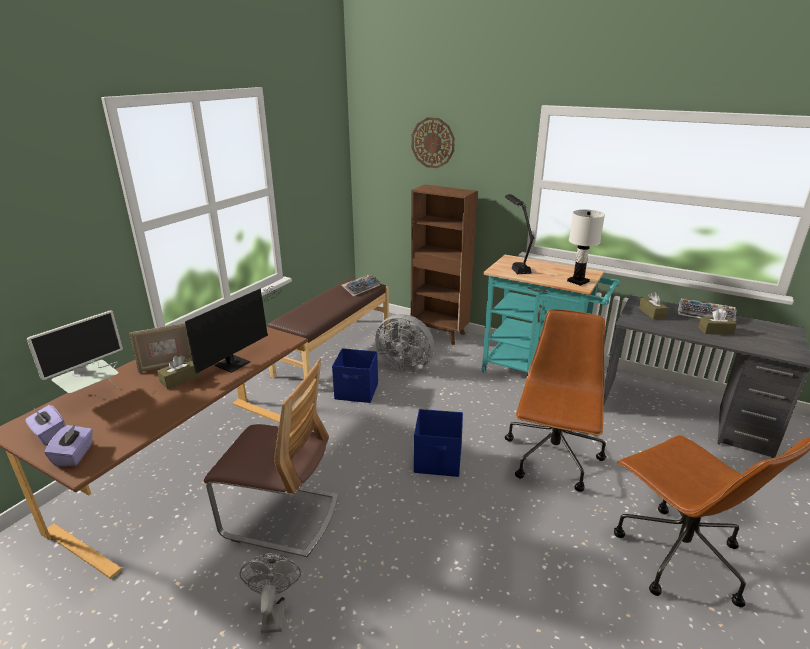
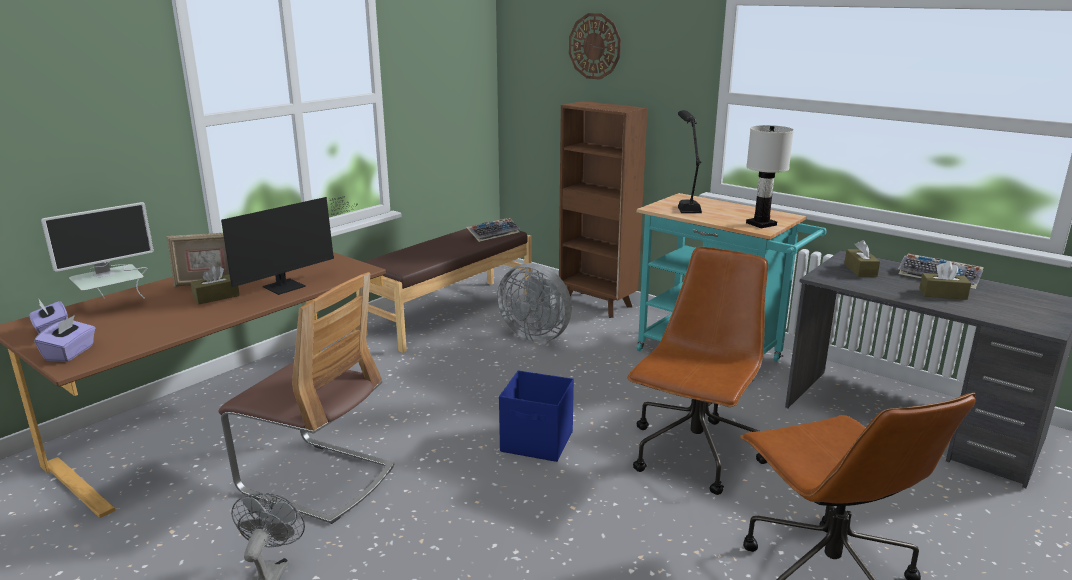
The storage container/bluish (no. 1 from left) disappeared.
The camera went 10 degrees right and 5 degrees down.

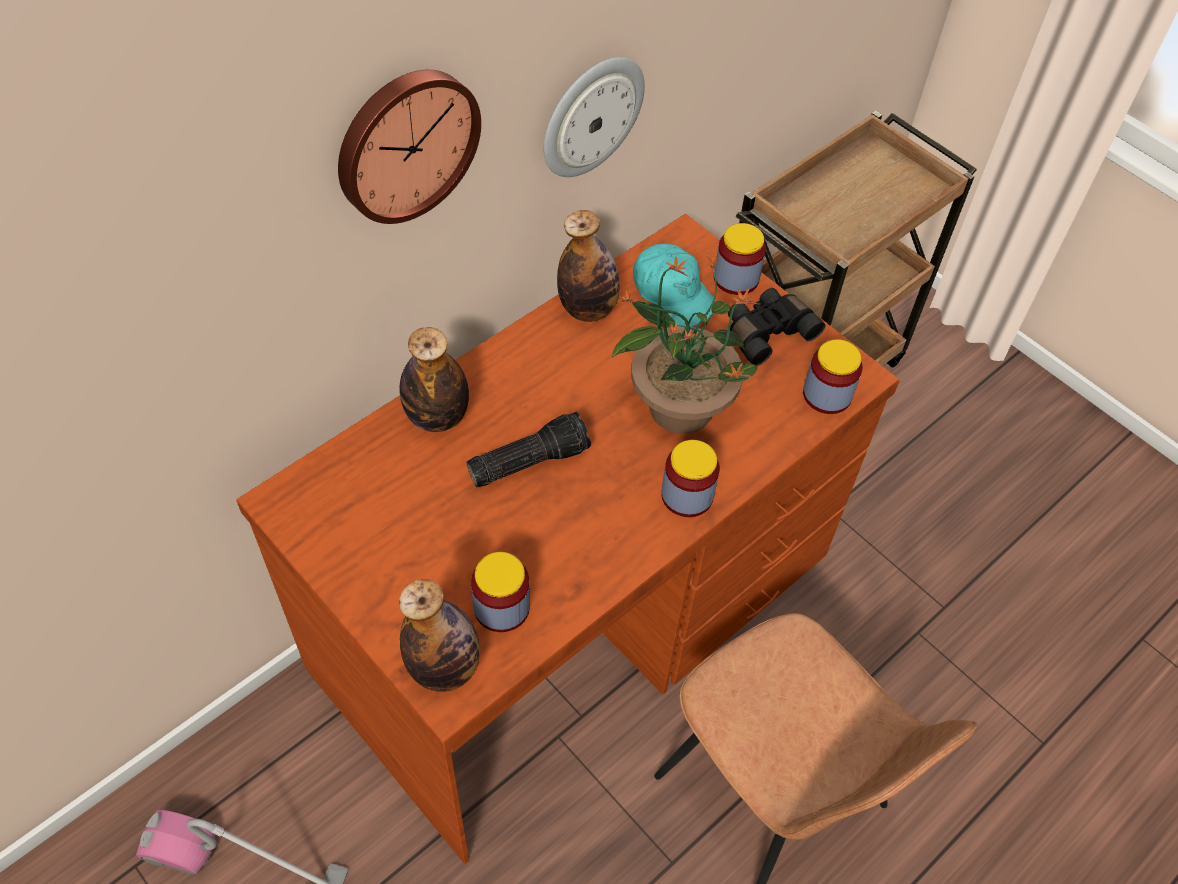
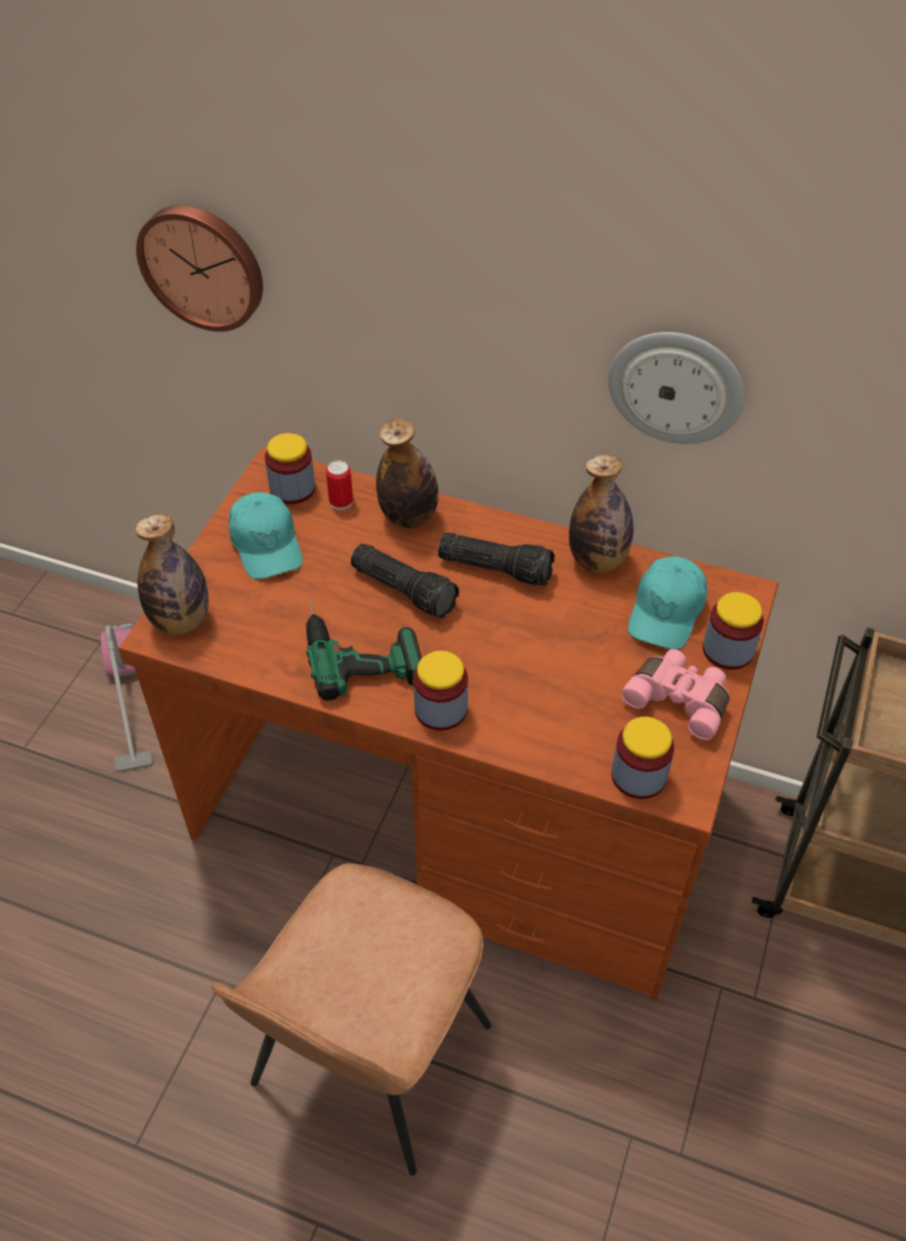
The houseplant disappeared.
The cap/turquoise (no. 1 from left) appeared.
The power drill appeared.
The can appeared.
The torch (no. 2 from left) appeared.
The wall clock (no. 1 from left) moved.
The preserve jar (no. 1 from left) moved.
The field glasses/black became the field glasses/pink-coloured.
The camera went 65 degrees right and 5 degrees down.

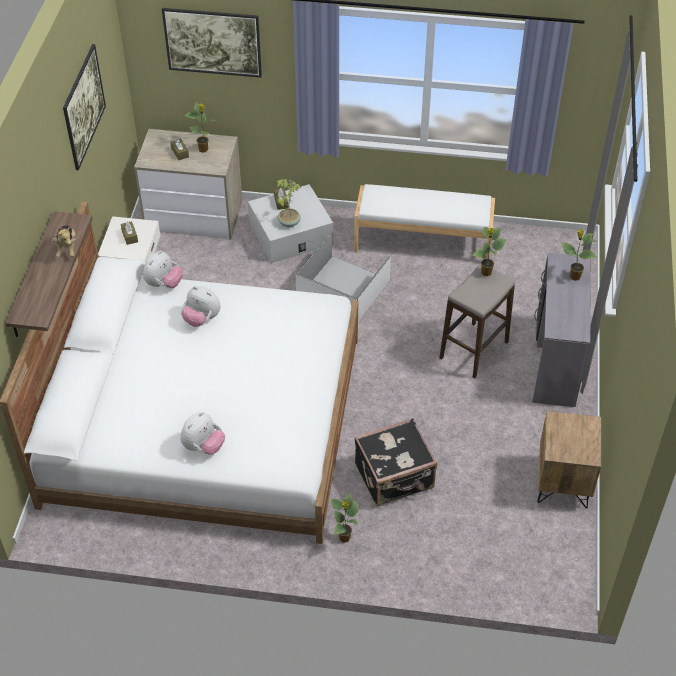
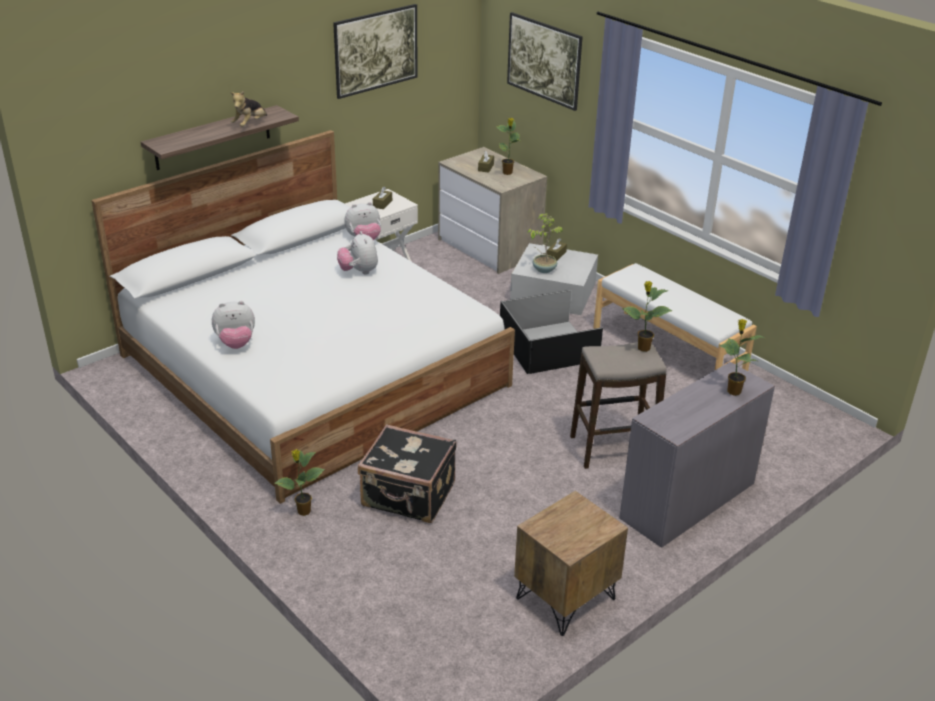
The storage container/white (no. 2 from left) became the storage container/black.
The camera went 40 degrees right and 15 degrees down.

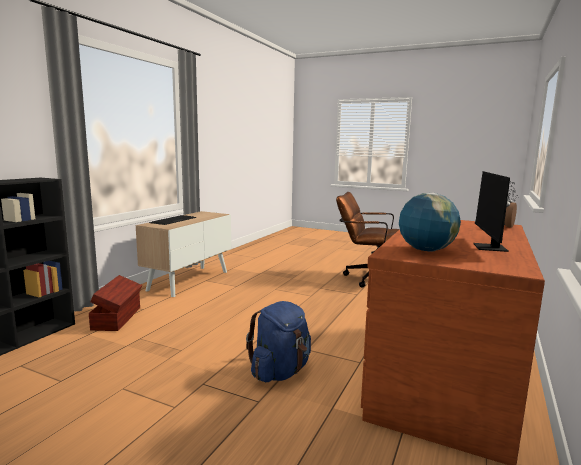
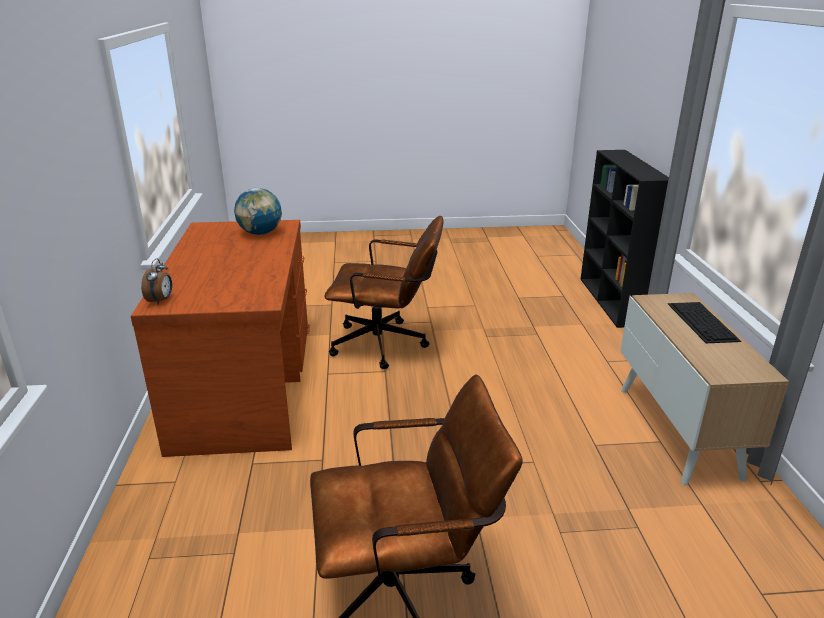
The storage container/brown disappeared.
The computer screen disappeared.
The backpack/bluish was replaced by the computer chair/brown (no. 1 from left).
The camera went 150 degrees right and 15 degrees up.

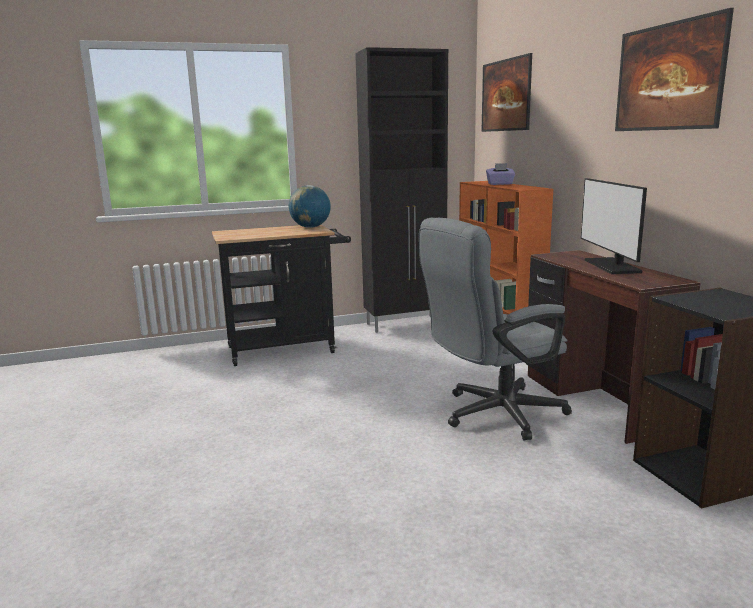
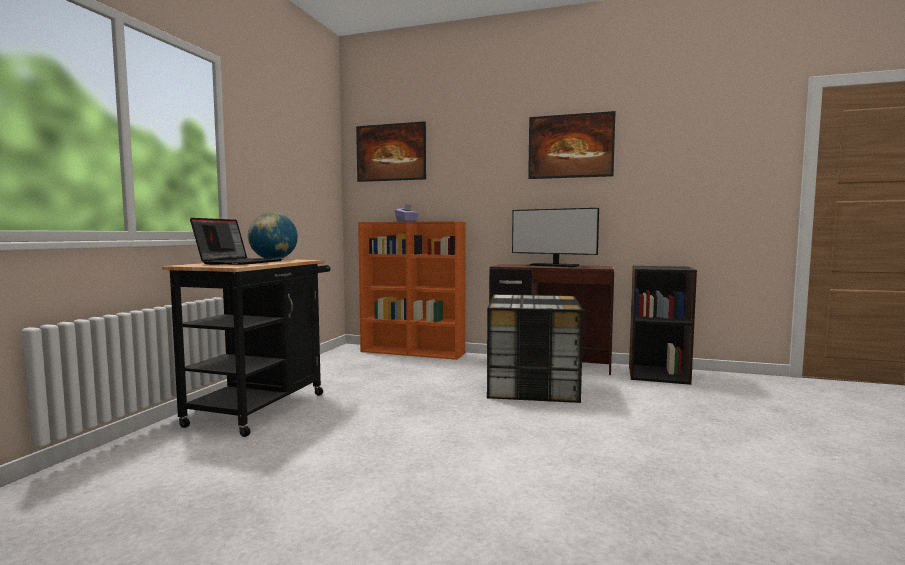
The cabinet/black disappeared.
The notebook computer appeared.
The computer chair/gray was replaced by the storage container.
The camera went 55 degrees left and 10 degrees down.

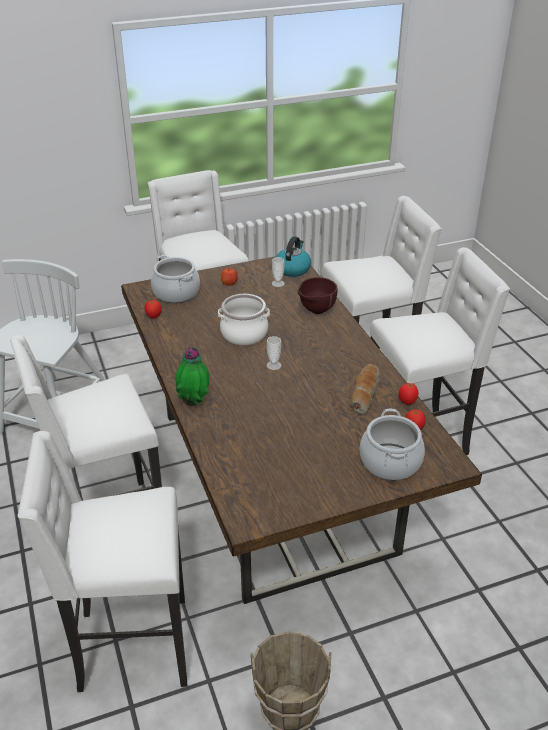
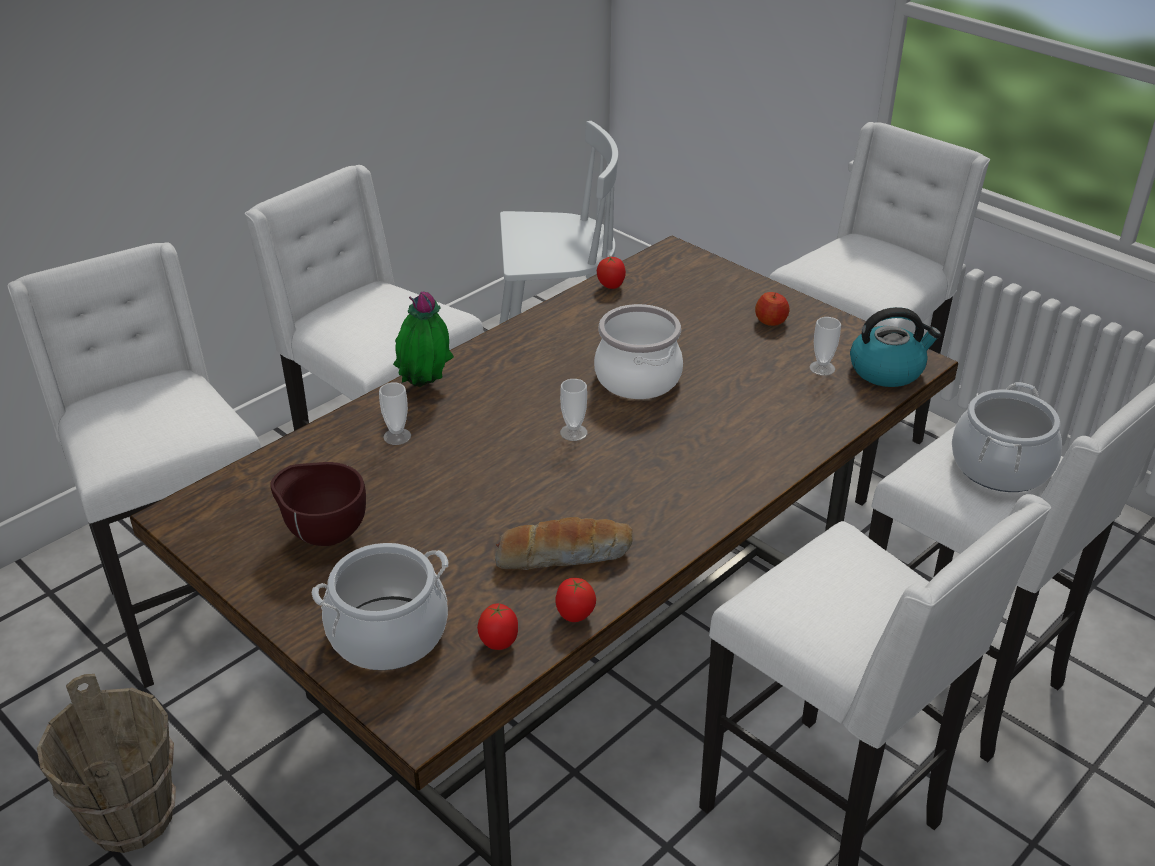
The drinking cup (no. 1 from left) appeared.
The stockpot (no. 1 from left in the first image) moved.
The serving bowl/brown moved.
The camera went 65 degrees right and 0 degrees up.

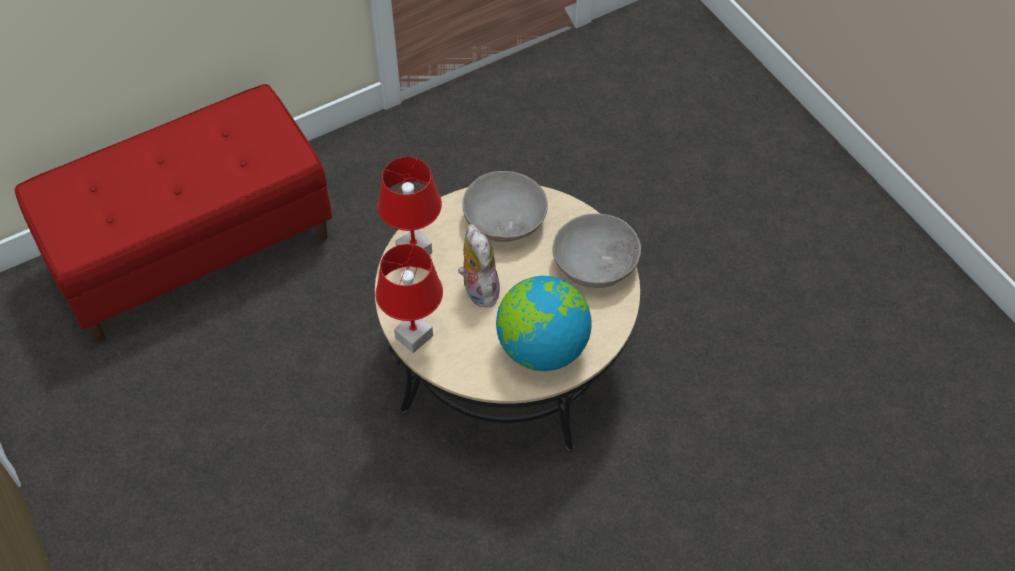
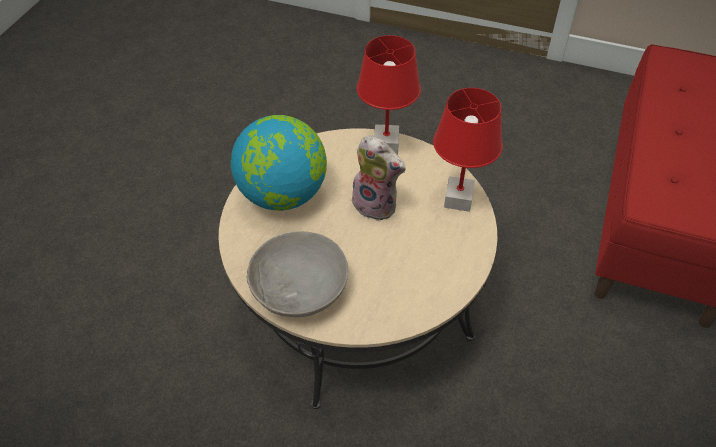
The serving bowl/gray (no. 1 from left) disappeared.
The camera went 140 degrees right and 5 degrees down.

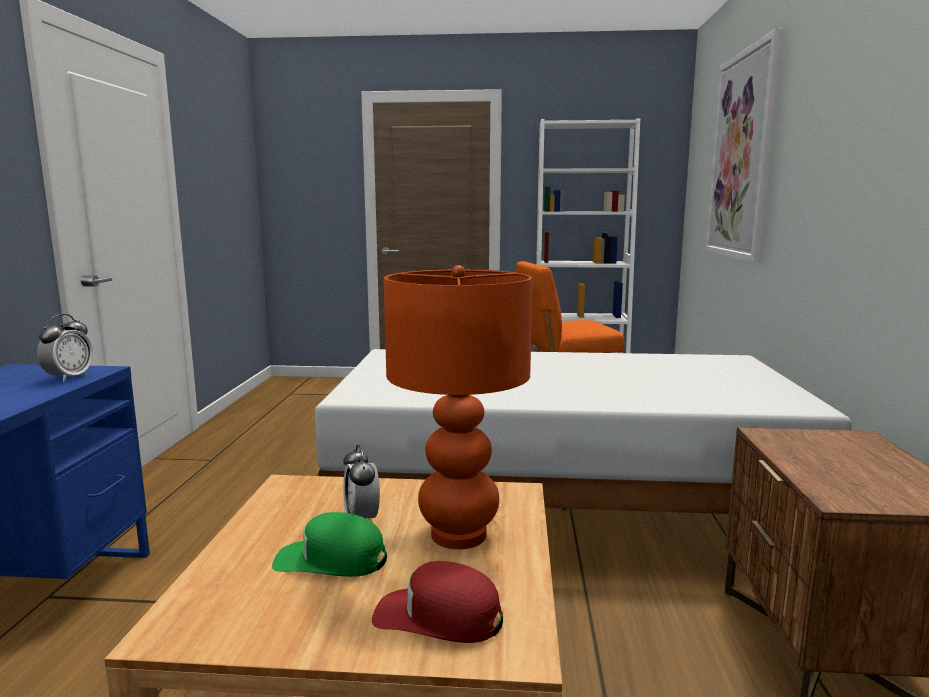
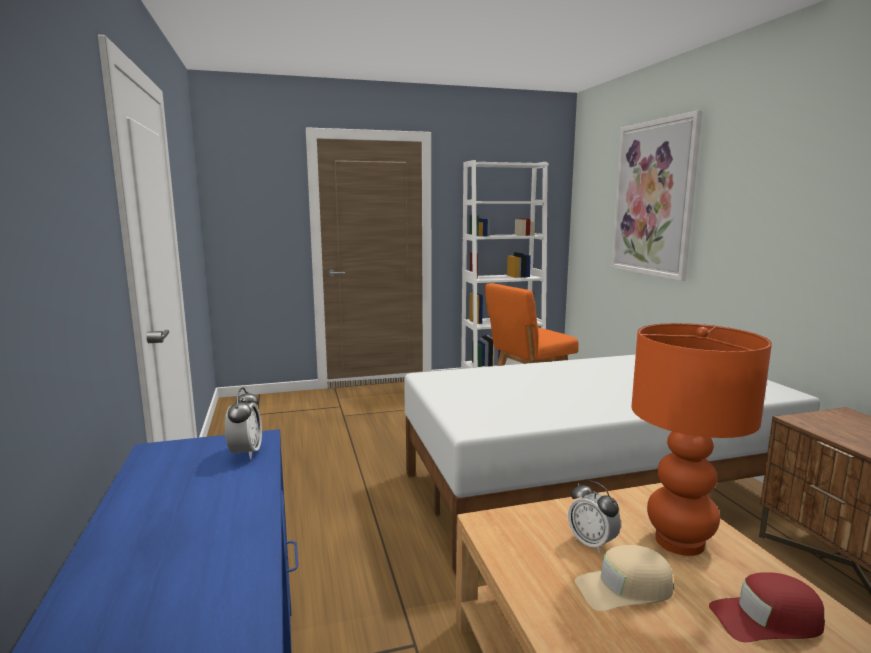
The cap/green-coloured became the cap/sand-coloured.
The camera went 20 degrees left and 0 degrees up.

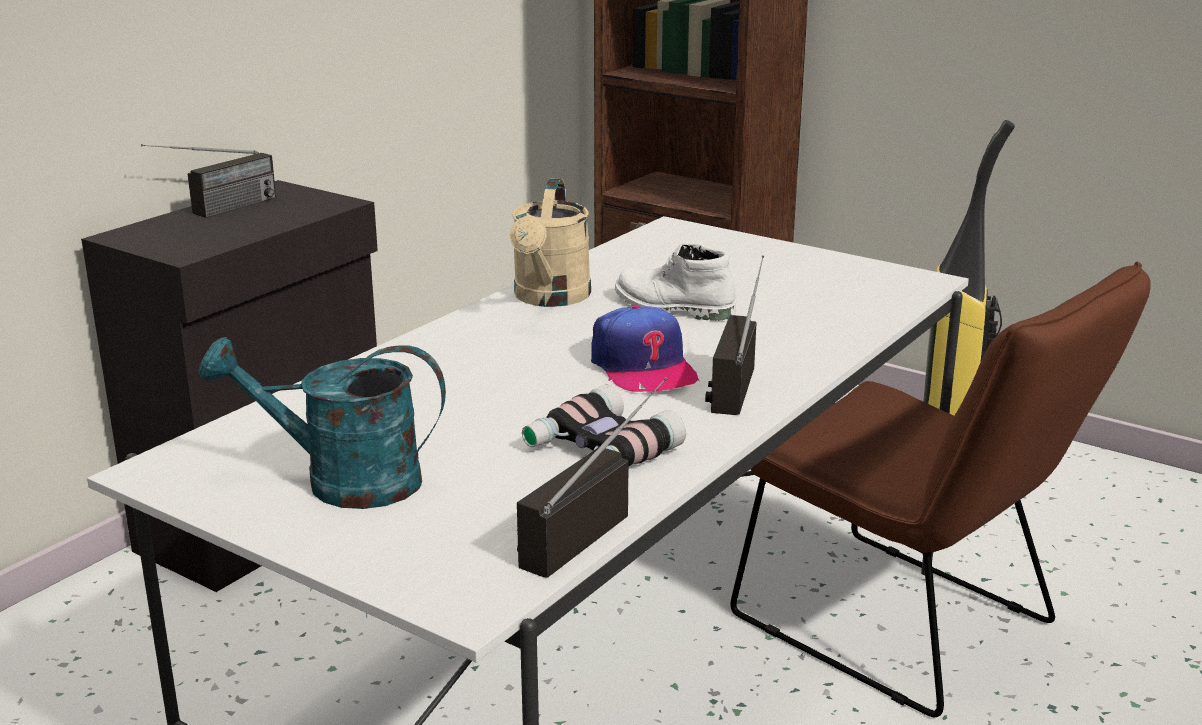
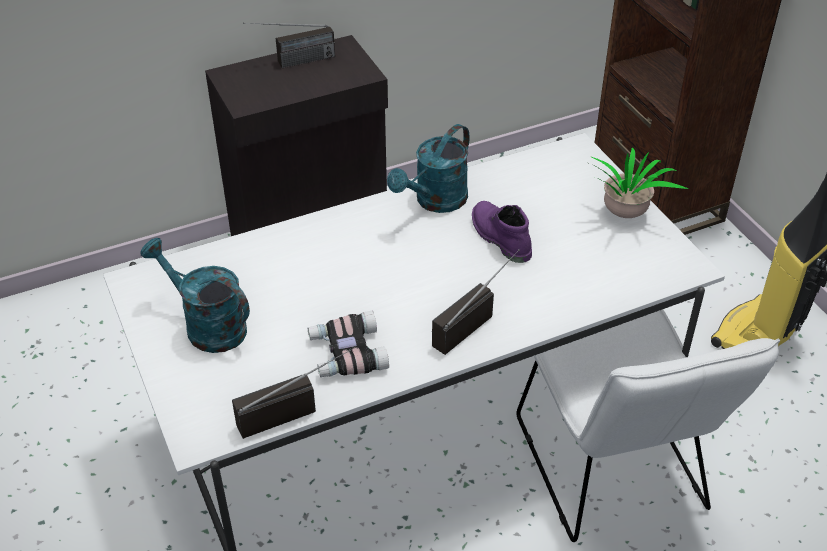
The cap disappeared.
The houseplant appeared.
The sprinkling can/sand-coloured became the sprinkling can/turquoise (no. 2 from left).
The high-top boot/white became the high-top boot/purple-coloured.
The plain chair/brown became the plain chair/white.
The camera went 30 degrees right and 20 degrees up.

